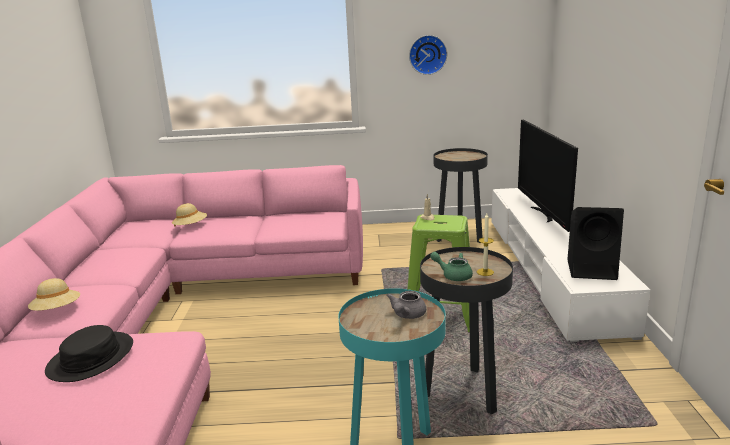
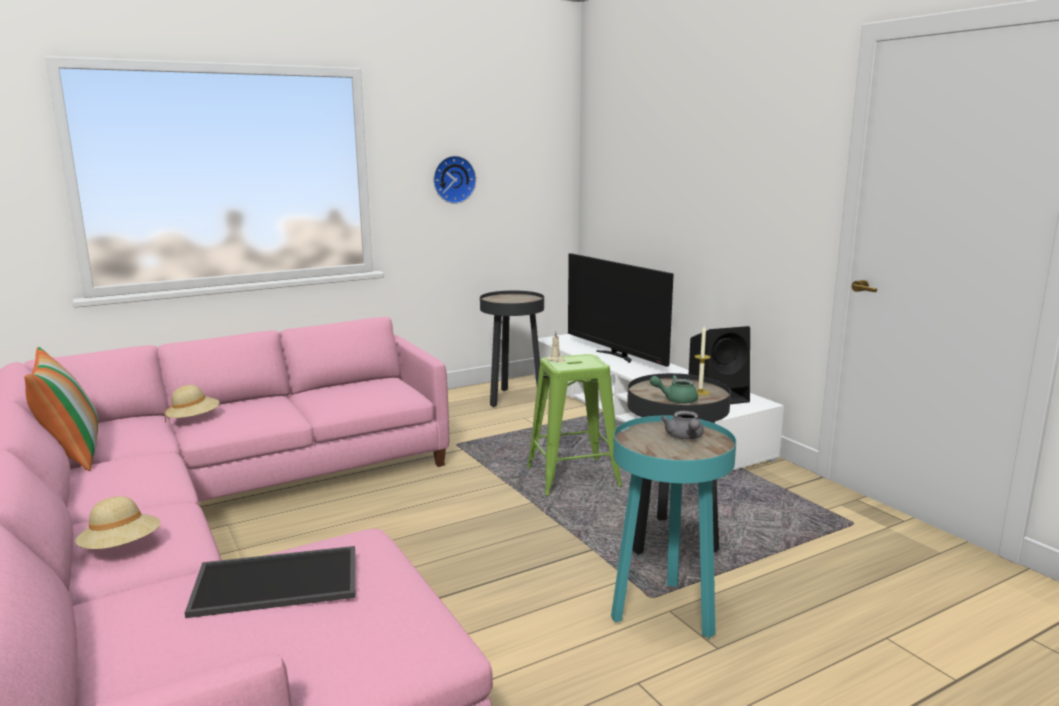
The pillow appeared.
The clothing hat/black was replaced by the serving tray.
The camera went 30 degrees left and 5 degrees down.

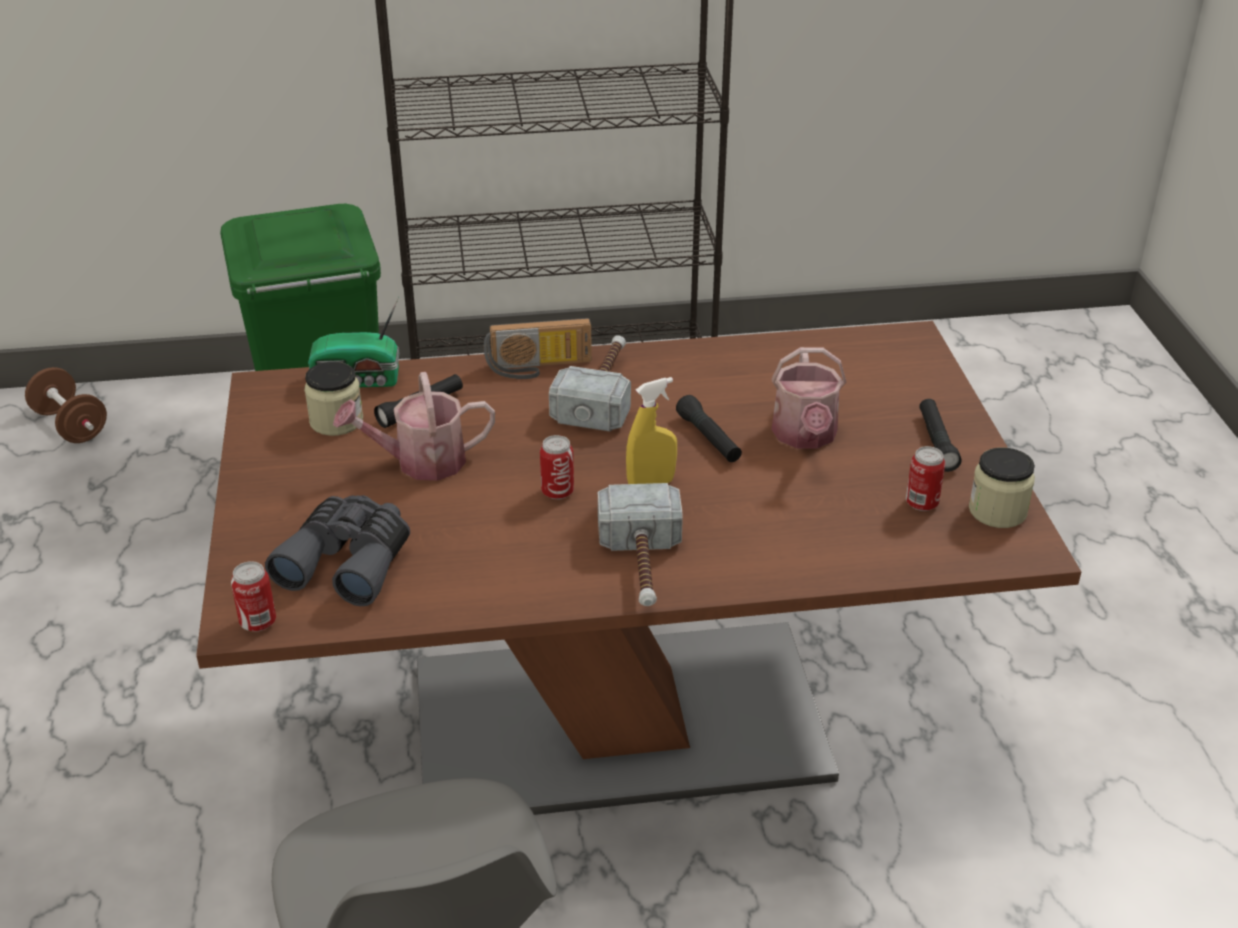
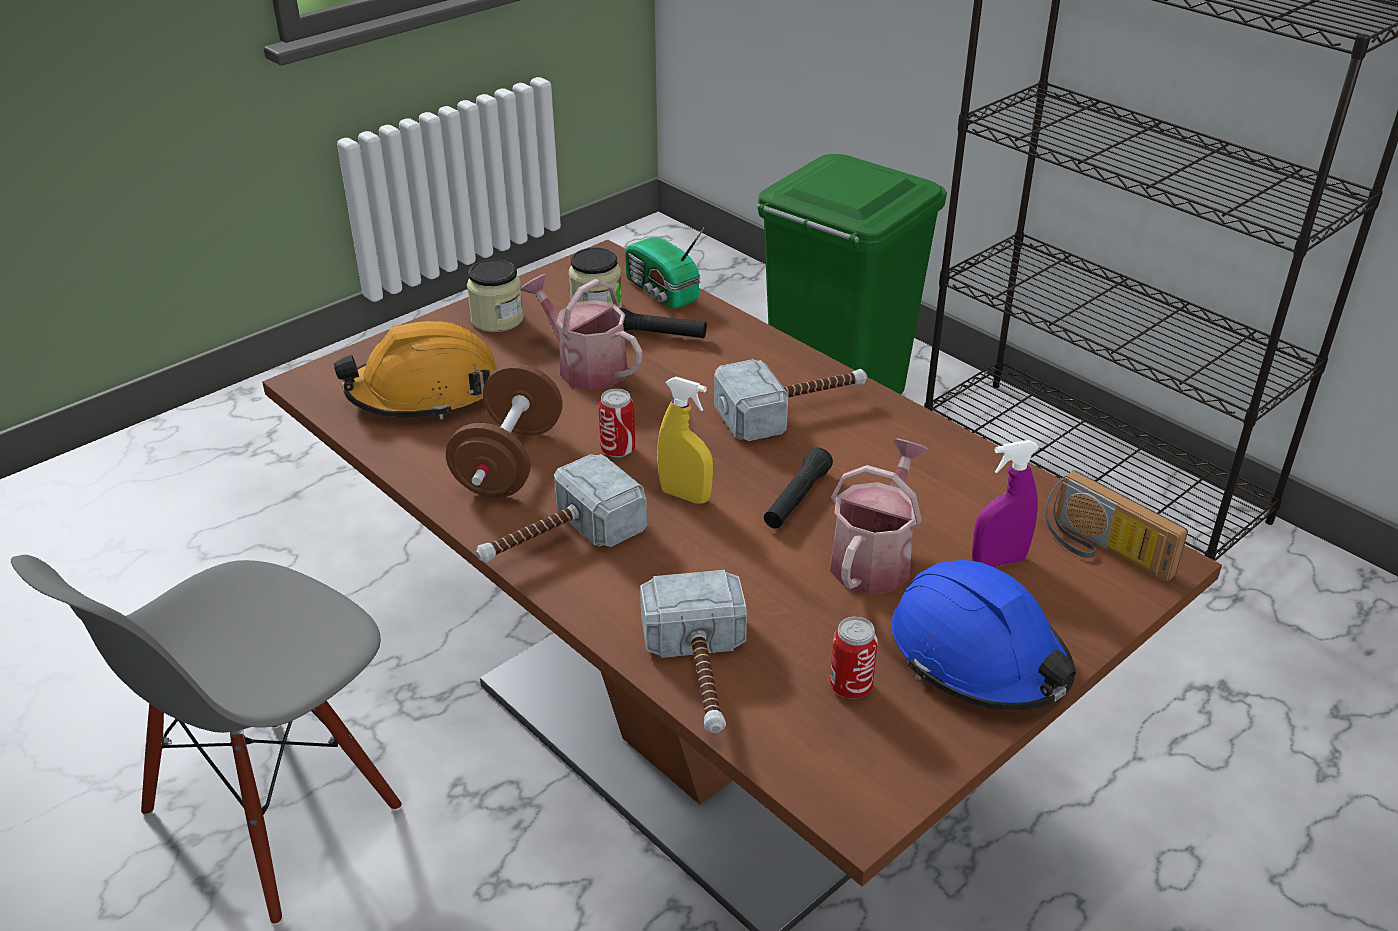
The can (no. 1 from left) disappeared.
The hand hammer (no. 2 from left) appeared.
The spray bottle/purple-coloured appeared.
The free weight/brown moved.
The radio receiver (no. 2 from left) moved.
The preserve jar (no. 2 from left in the first image) moved.
The field glasses/gray was replaced by the work helmet/orangey.
The torch/black (no. 3 from left) was replaced by the work helmet/bluish.
The sprinkling can (no. 2 from left) turned 150 degrees clockwise.
The camera went 55 degrees right and 0 degrees up.

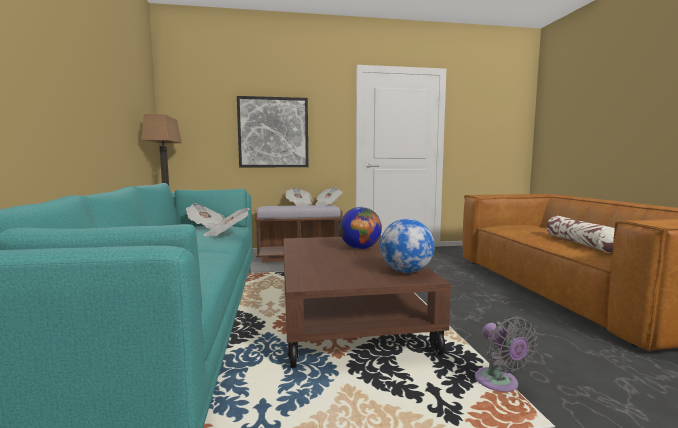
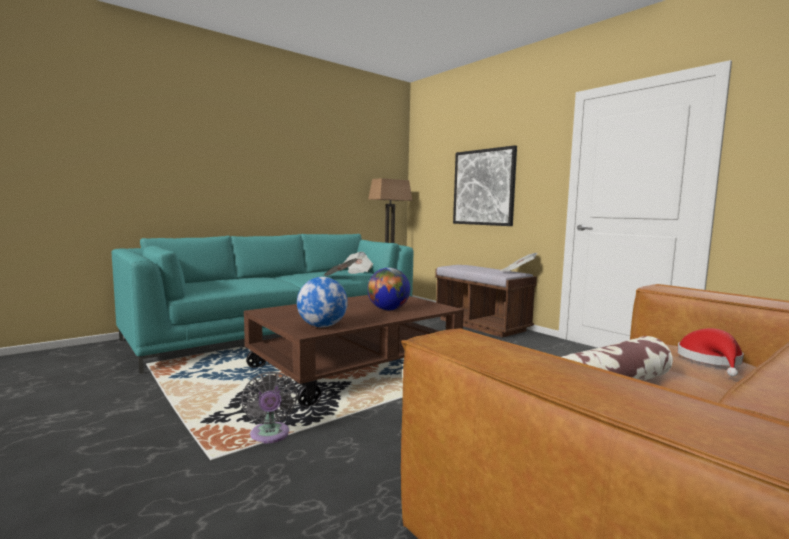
The printed paper (no. 3 from left) disappeared.
The clothing hat/red appeared.
The fan/gray turned 60 degrees counterclockwise.
The camera went 60 degrees right and 0 degrees up.

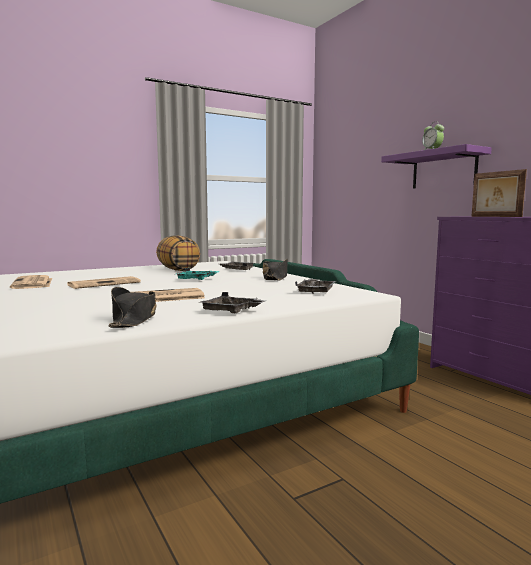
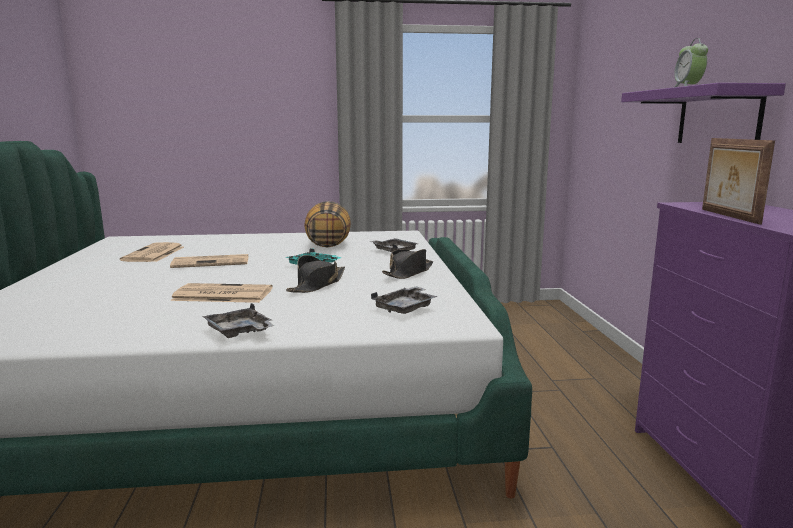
The clothing hat/black (no. 1 from left) moved.
The camera went 25 degrees right and 5 degrees up.

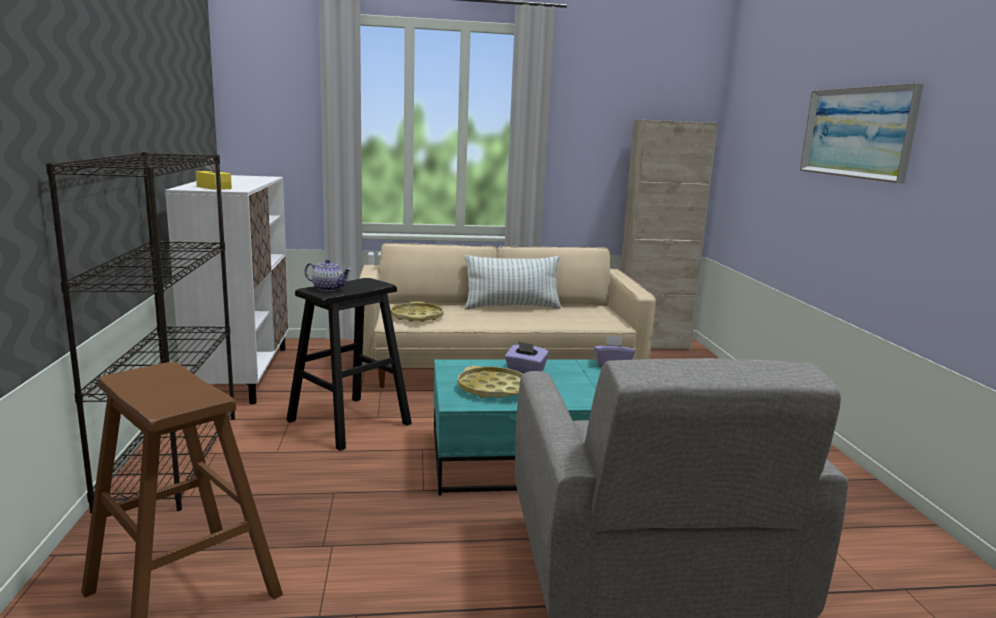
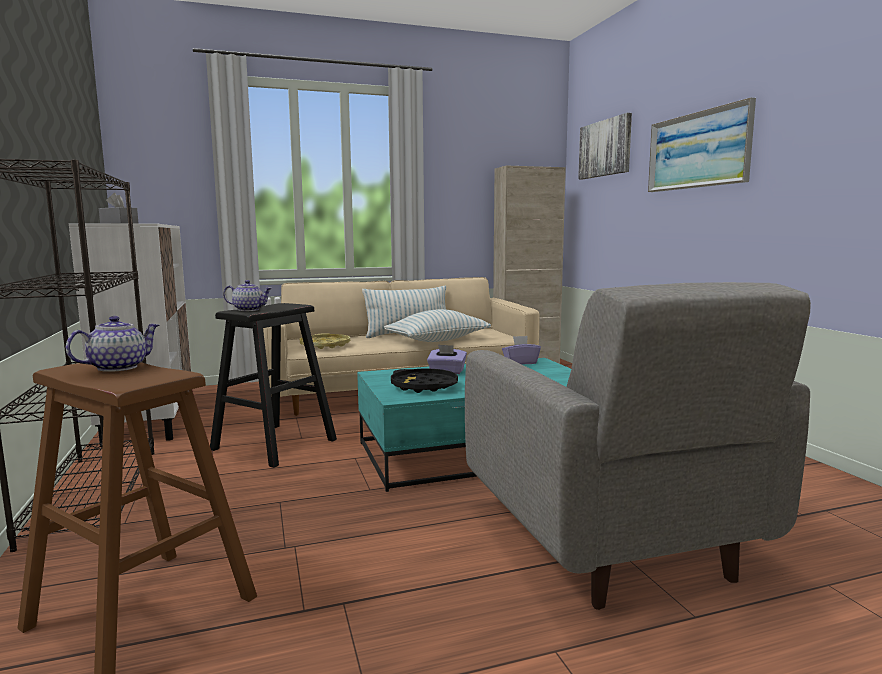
The teapot (no. 1 from left) appeared.
The pillow (no. 2 from left) appeared.
The wall art (no. 1 from left) appeared.
The tissue box/yellow-coloured became the tissue box/gray.
The serving tray/yellow-coloured (no. 2 from left) became the serving tray/black.
The camera went 10 degrees left and 5 degrees down.

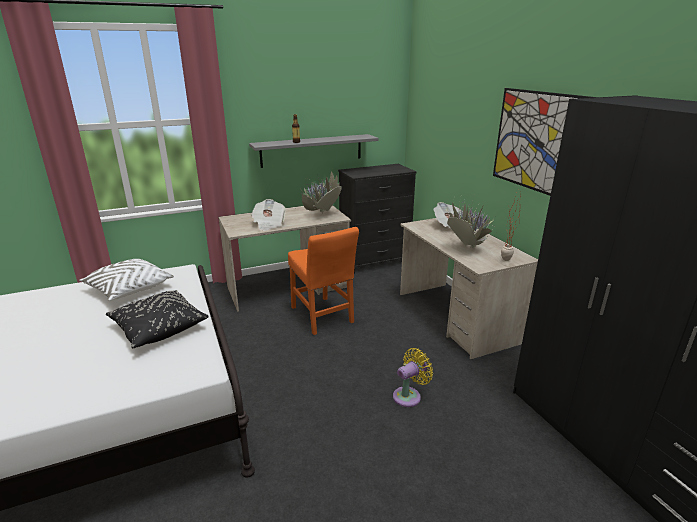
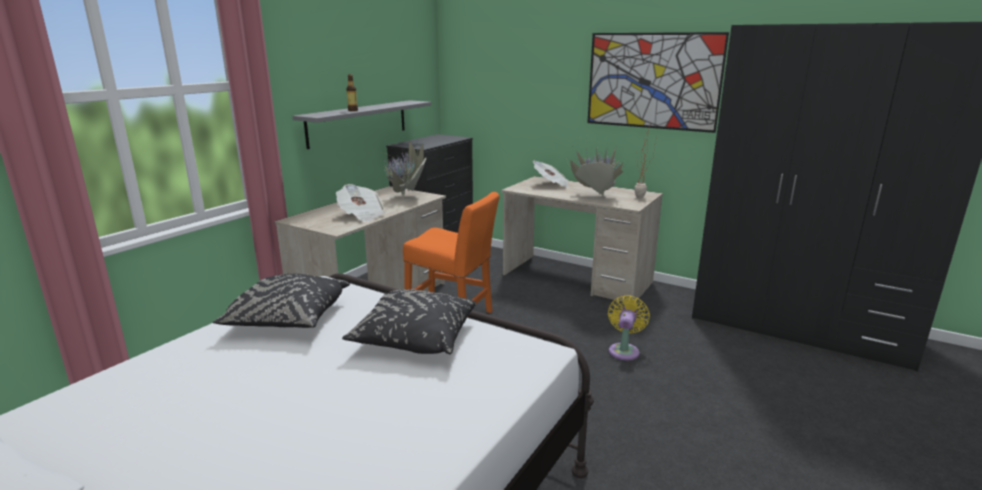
The pillow/white became the pillow/black (no. 1 from left).
The camera went 35 degrees left and 5 degrees down.

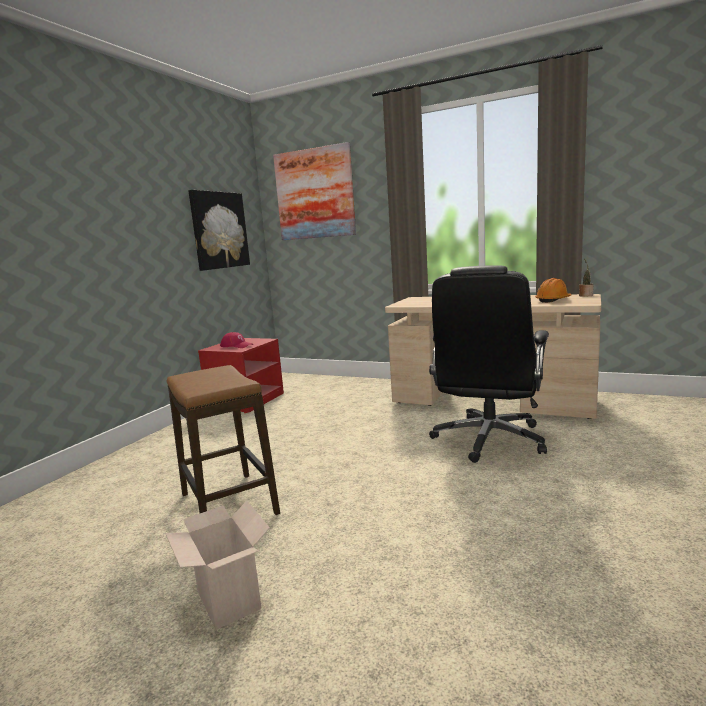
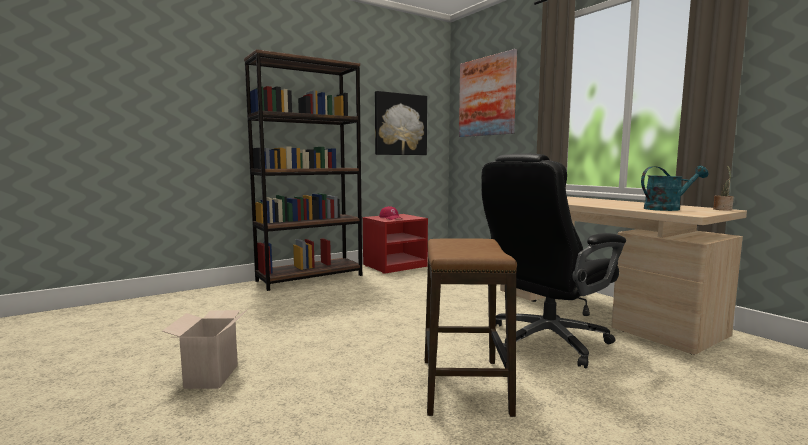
The shelving unit/brown appeared.
The stool seat moved.
The work helmet/orangey was replaced by the sprinkling can/turquoise.
The camera went 30 degrees right and 5 degrees down.

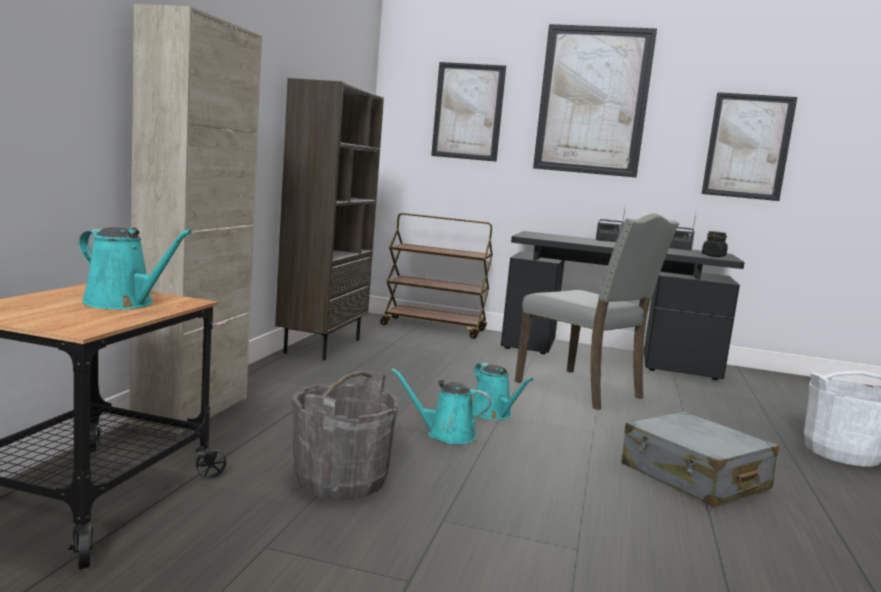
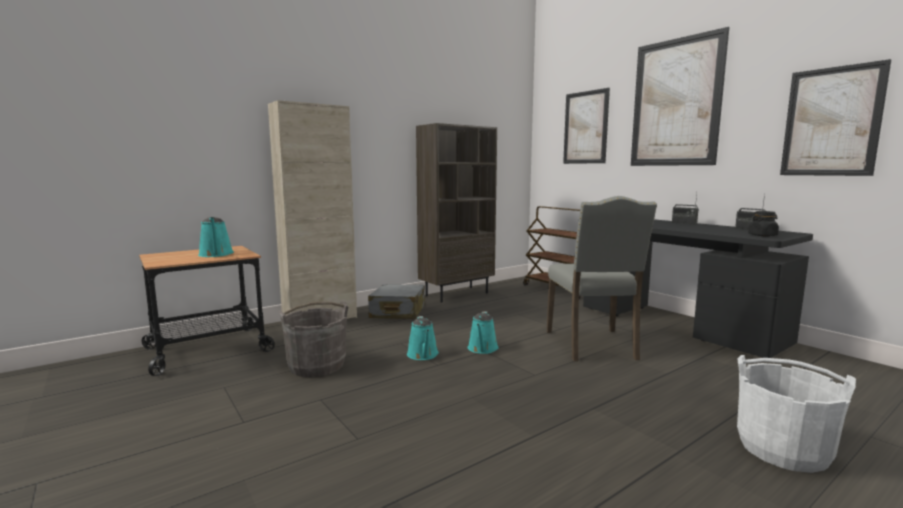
The piece of luggage/gray moved.
The sprinkling can/turquoise (no. 2 from left) turned 150 degrees counterclockwise.
The camera went 40 degrees right and 0 degrees up.

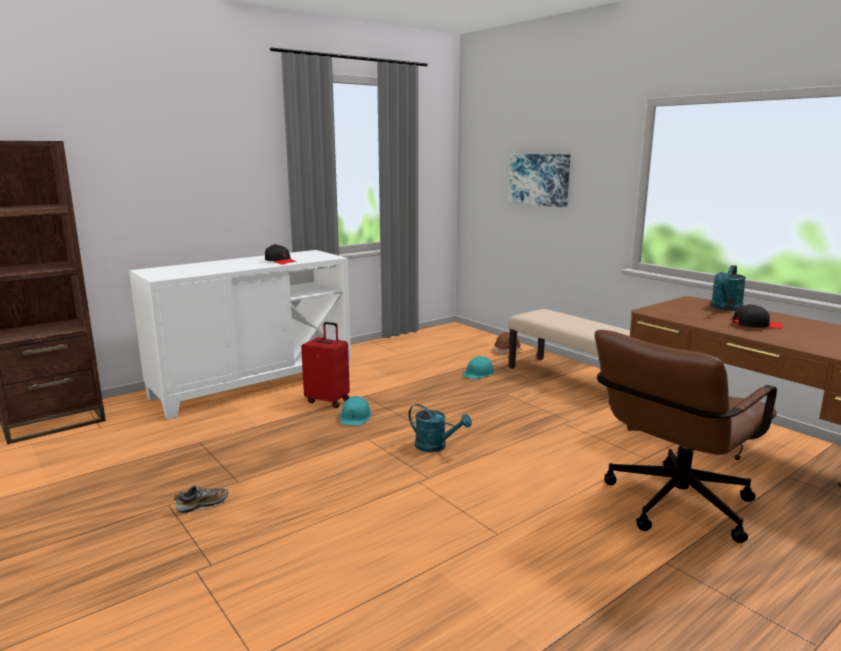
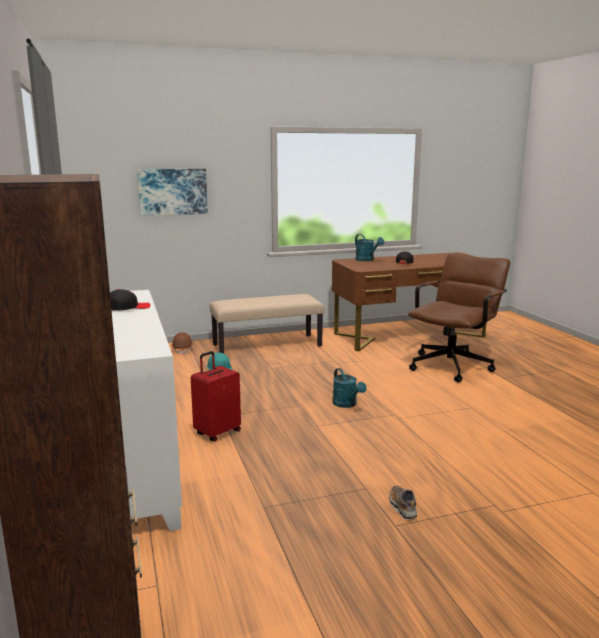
The work helmet/turquoise (no. 1 from left) disappeared.
The sprinkling can/turquoise (no. 1 from left) turned 105 degrees clockwise.
The computer chair/brown turned 120 degrees counterclockwise.
The camera went 70 degrees left and 0 degrees up.

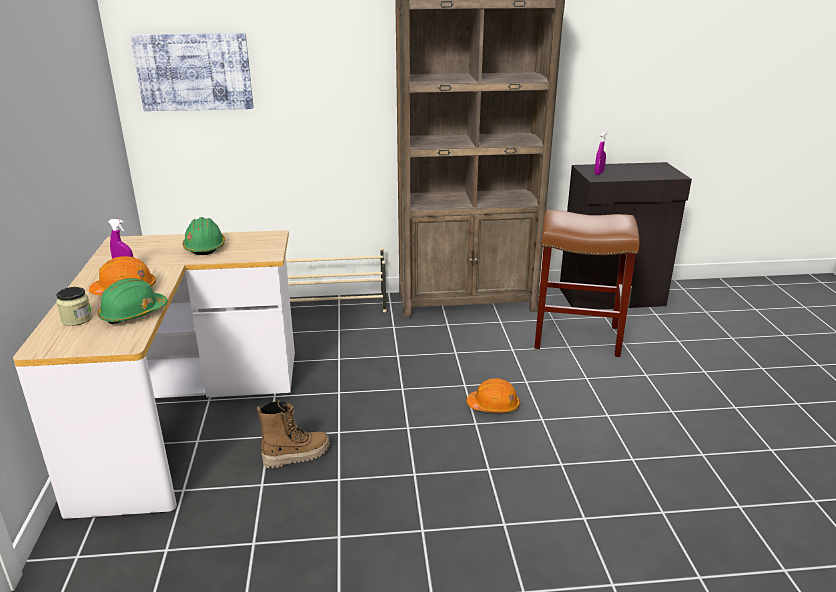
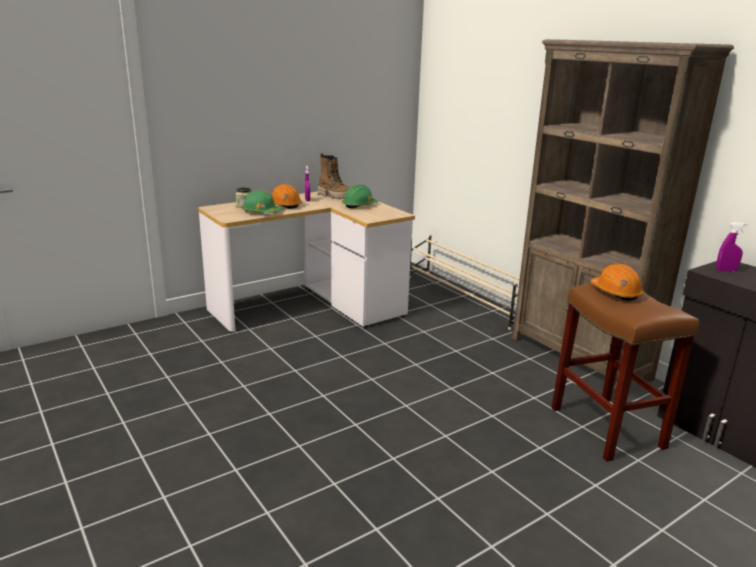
The wall art disappeared.
The high-top boot moved.
The work helmet/orangey (no. 2 from left) moved.
The camera went 60 degrees right and 5 degrees down.

